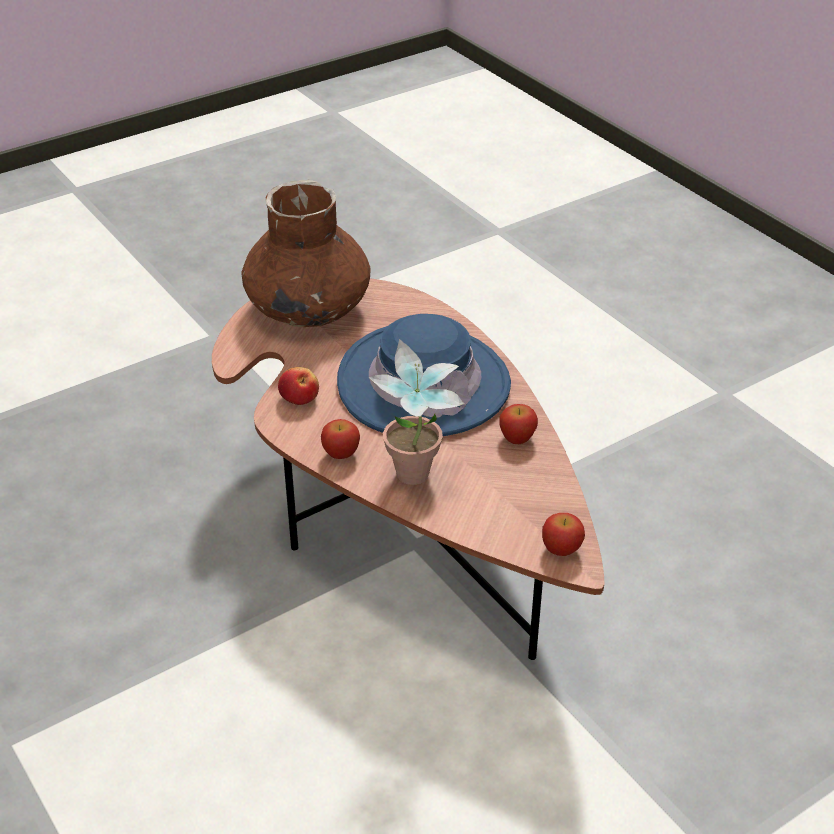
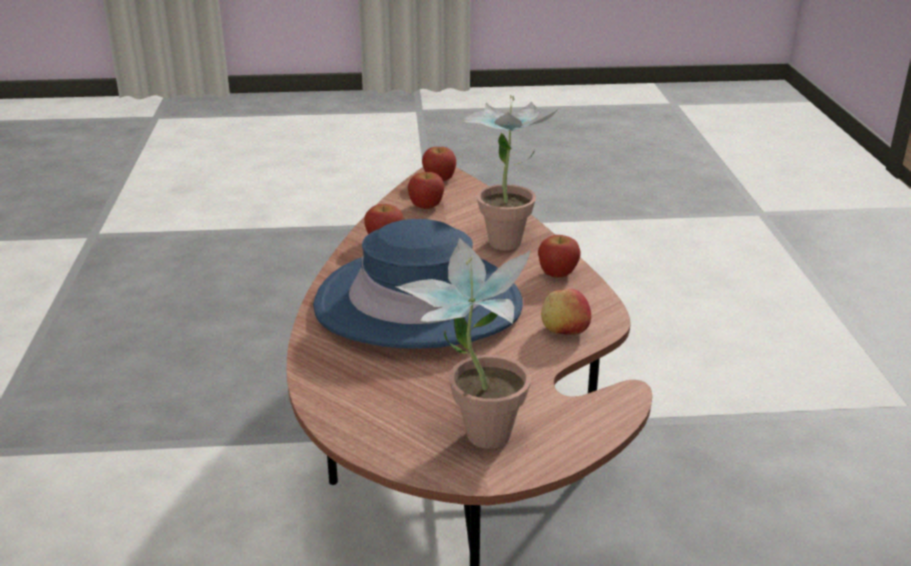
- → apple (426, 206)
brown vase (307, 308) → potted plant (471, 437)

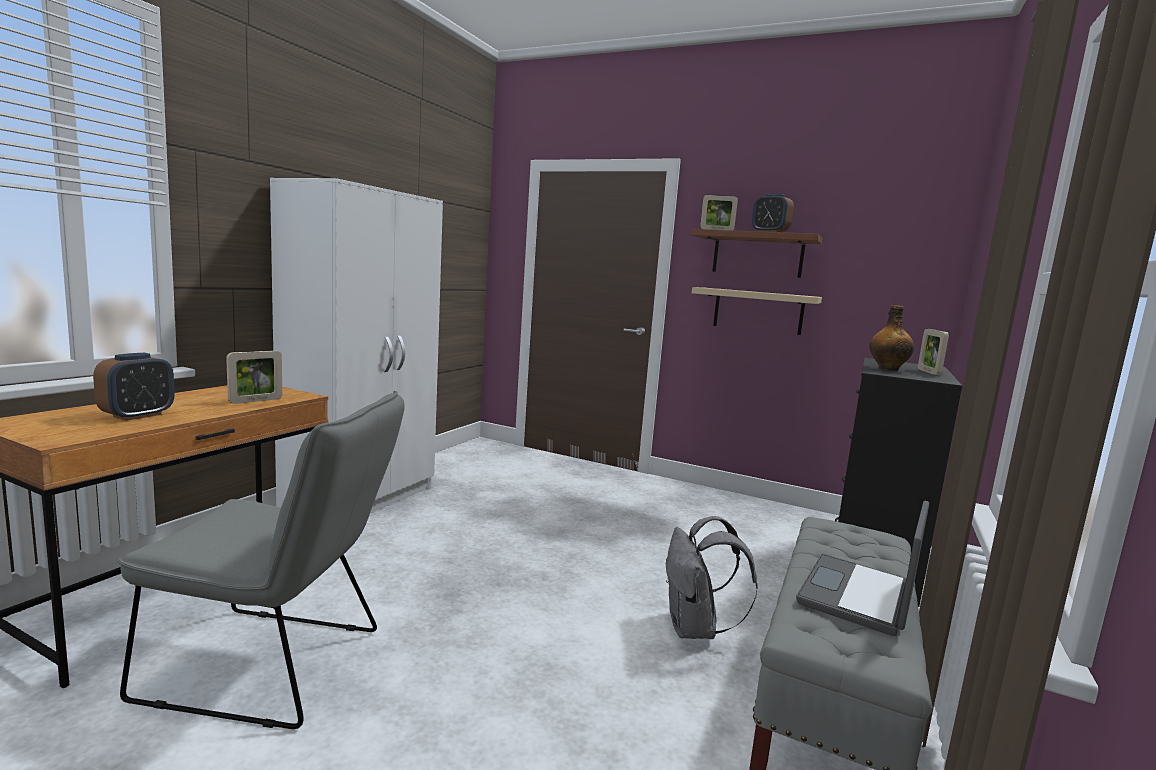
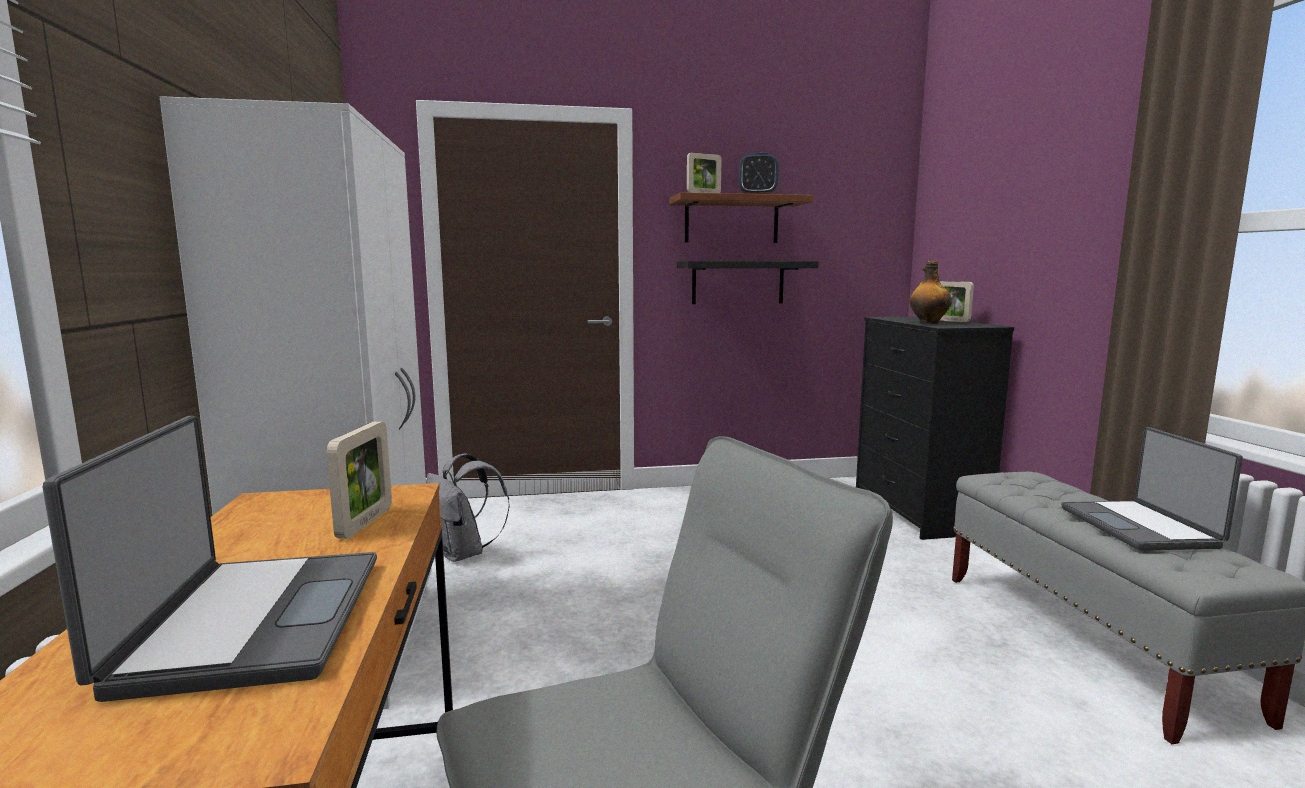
grey backpack (695, 629) → grey backpack (463, 554), moved
alarm clock (137, 415) → laptop (250, 622)
beige shelf (758, 311) → black shelf (738, 282)

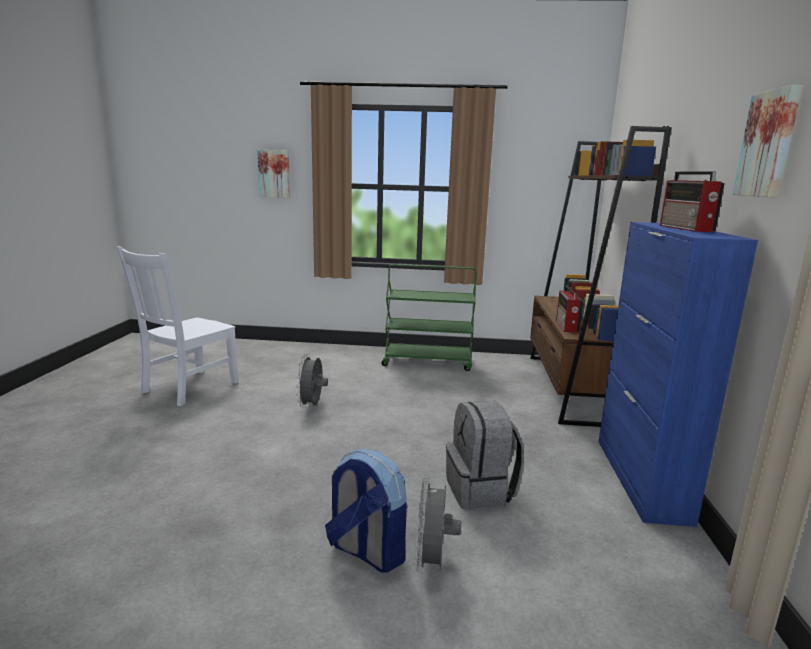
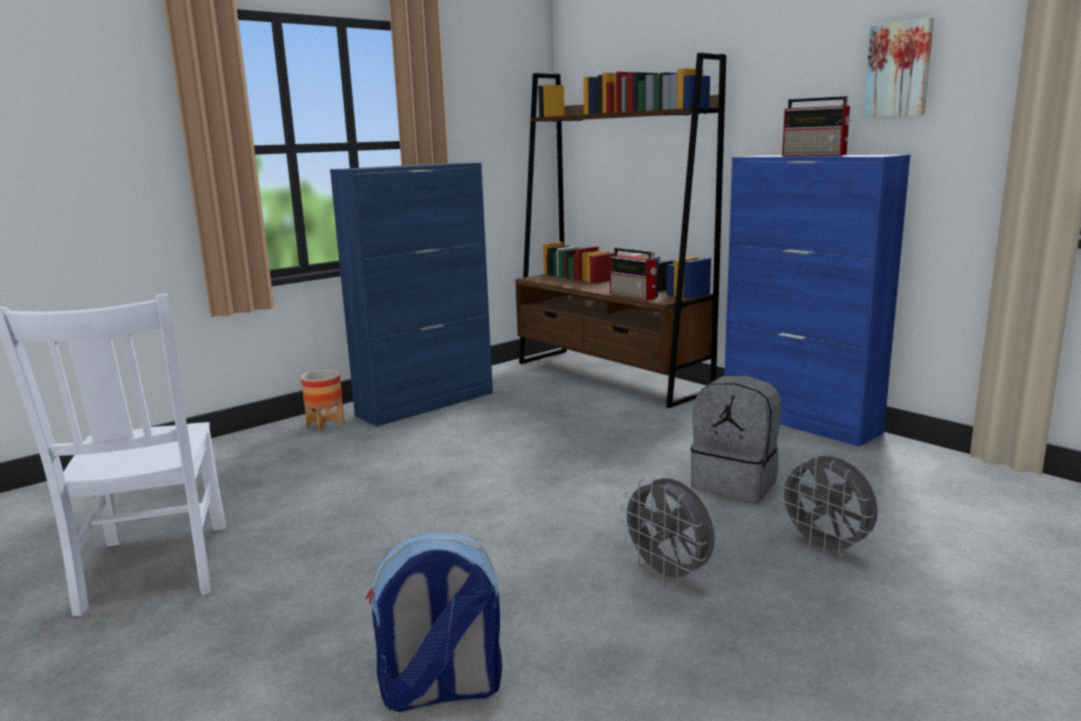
picture (274, 174) → -
- → planter (325, 424)
grey fan (312, 405) → grey fan (669, 575), moved
backpack (366, 551) → backpack (440, 691), moved
green cart (428, 362) → blue cabinet (427, 404)

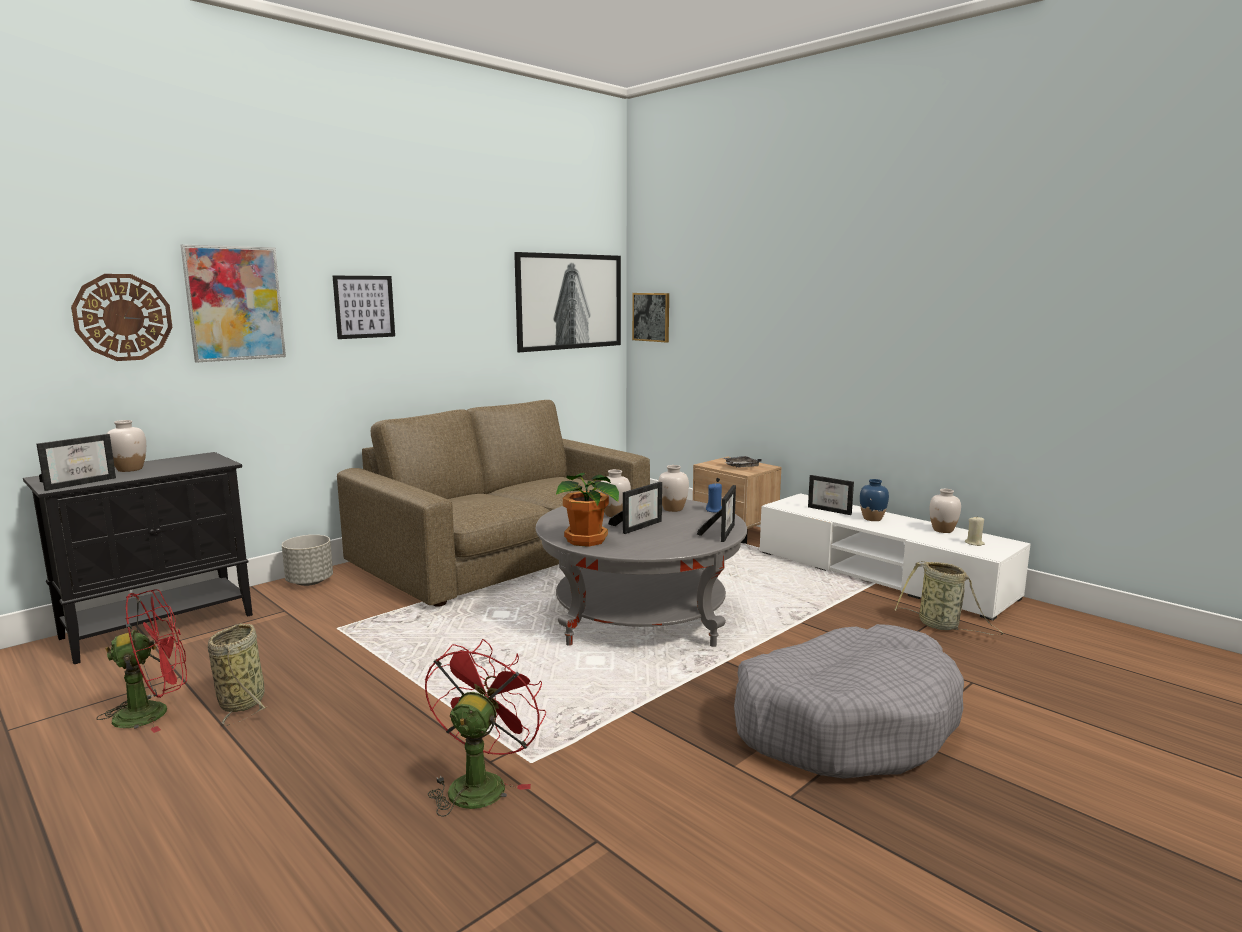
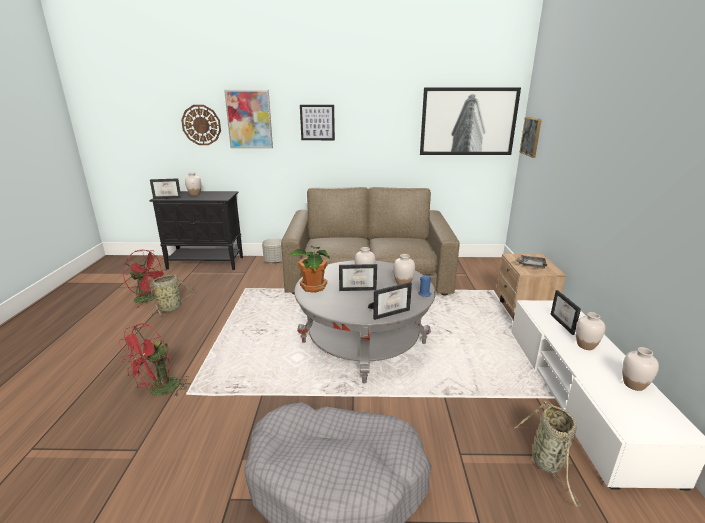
beige candle (974, 543) → -
blue vase (872, 519) → white vase (585, 345)
red fan (480, 783) → red fan (159, 391), 150 degrees clockwise

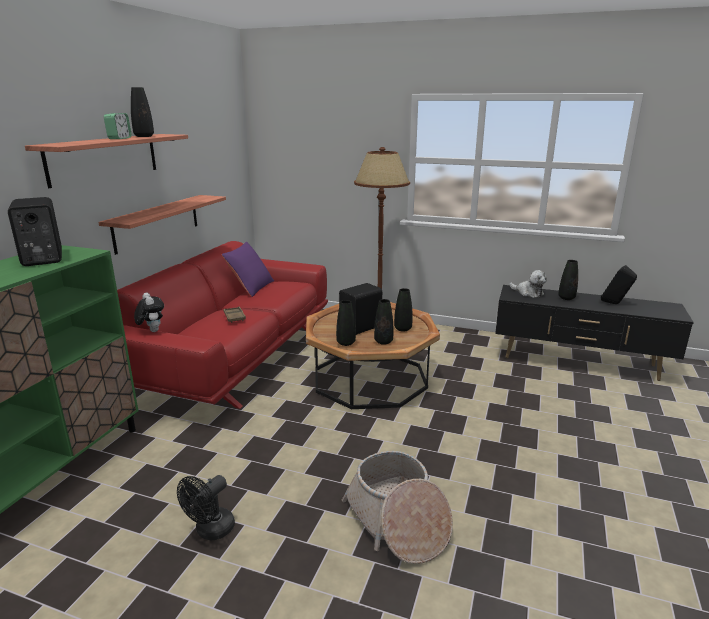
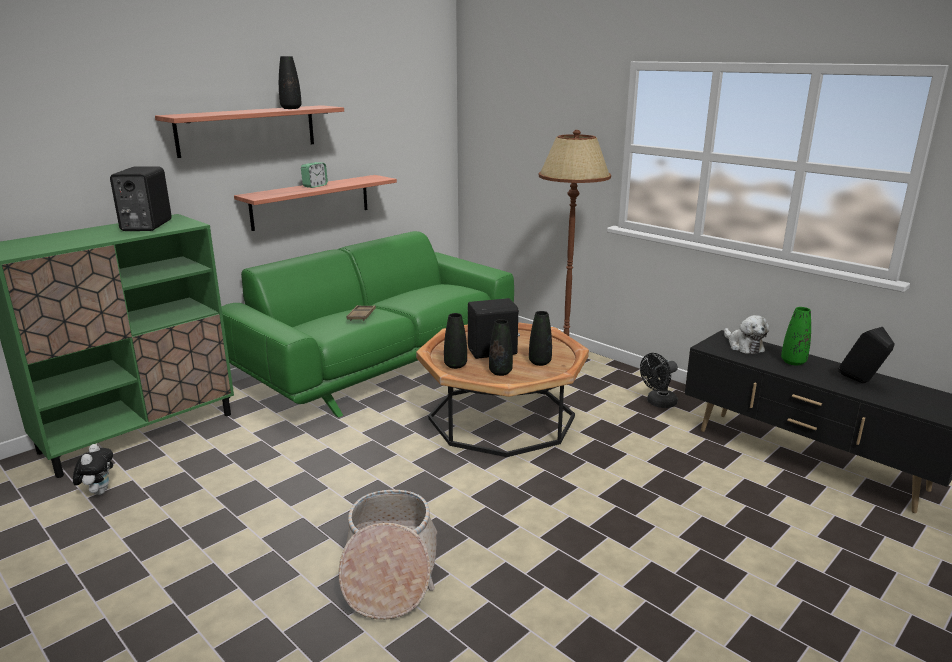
purple pillow (250, 287) → -
alarm clock (119, 138) → alarm clock (315, 186), moved
plush toy (152, 330) → plush toy (99, 491), moved
black fan (210, 531) → black fan (658, 403), moved
red sofa (235, 357) → green sofa (379, 364)
black vase (566, 298) → green vase (793, 362)

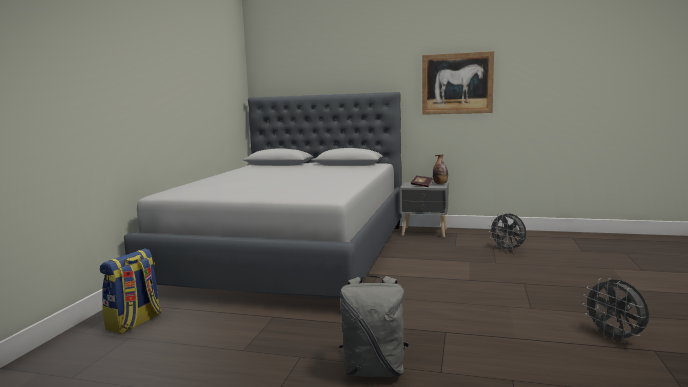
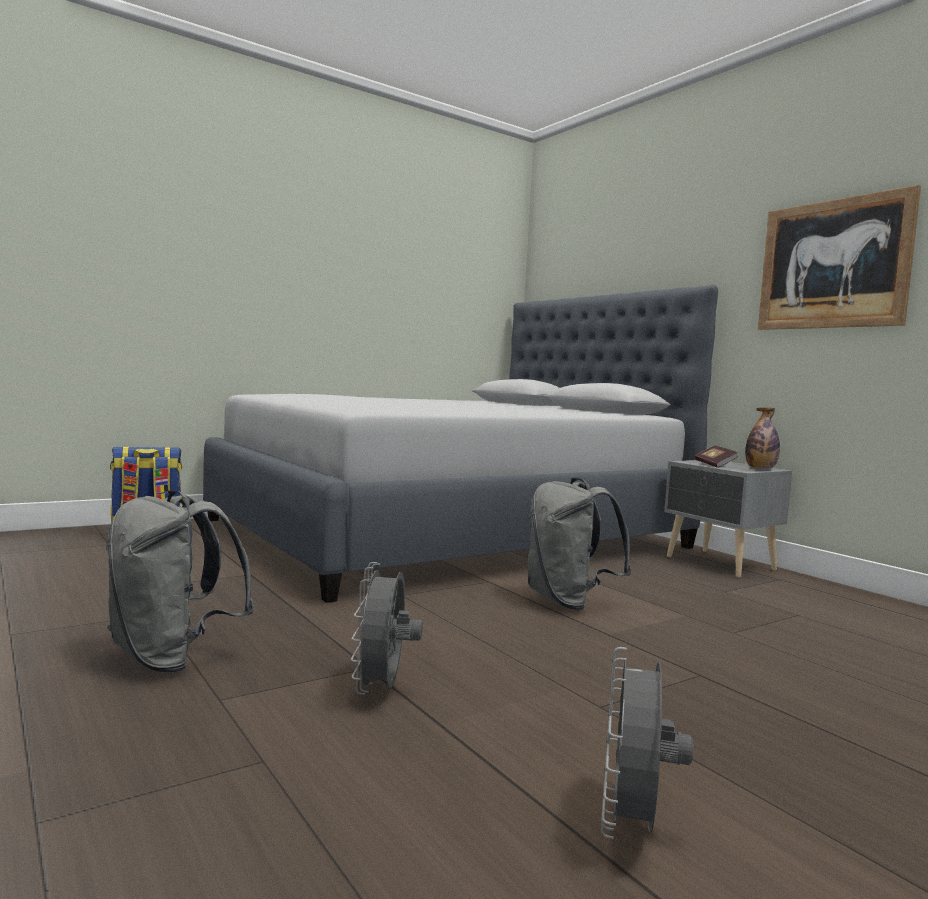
- → grey backpack (568, 602)
grey fan (508, 250) → grey fan (382, 689), moved

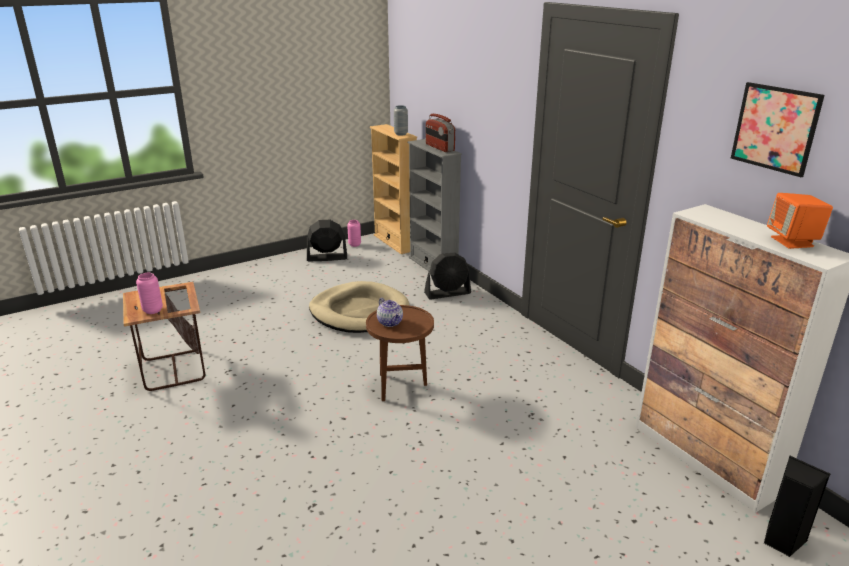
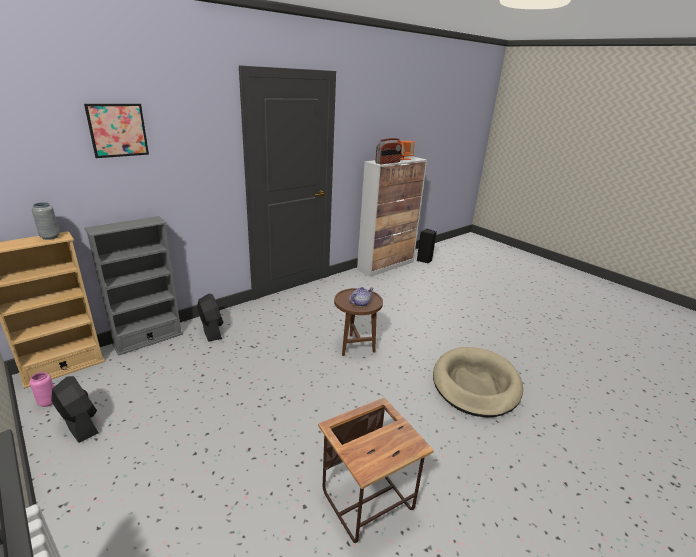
pink vase (153, 310) → -
beige dog bed (359, 312) → beige dog bed (475, 384), moved
radio (439, 147) → radio (388, 162), moved
picture (775, 128) → picture (118, 130), moved
black fan (327, 257) → black fan (80, 423), 150 degrees clockwise

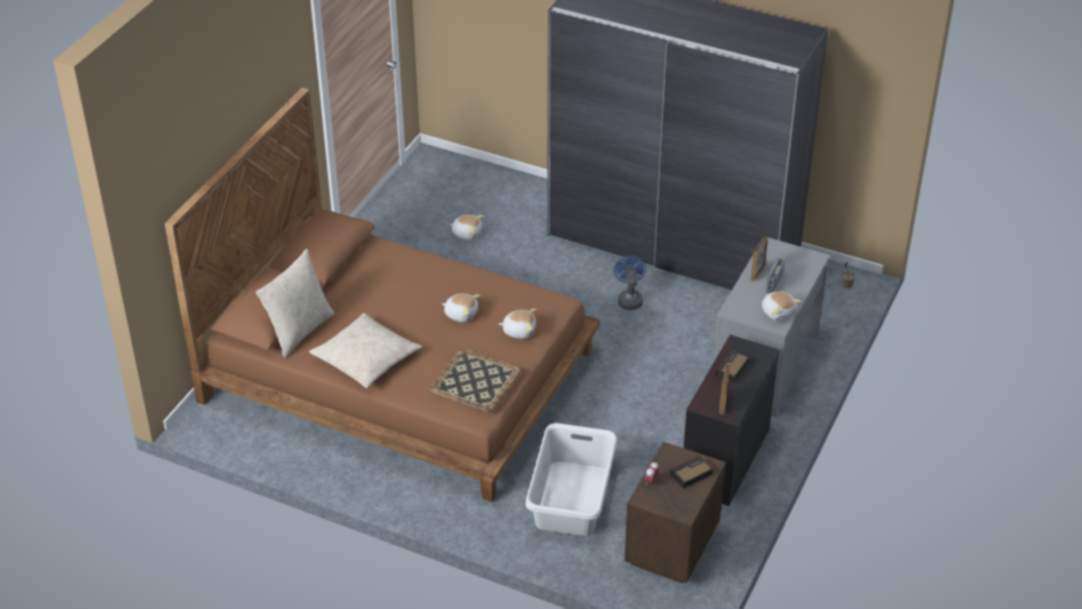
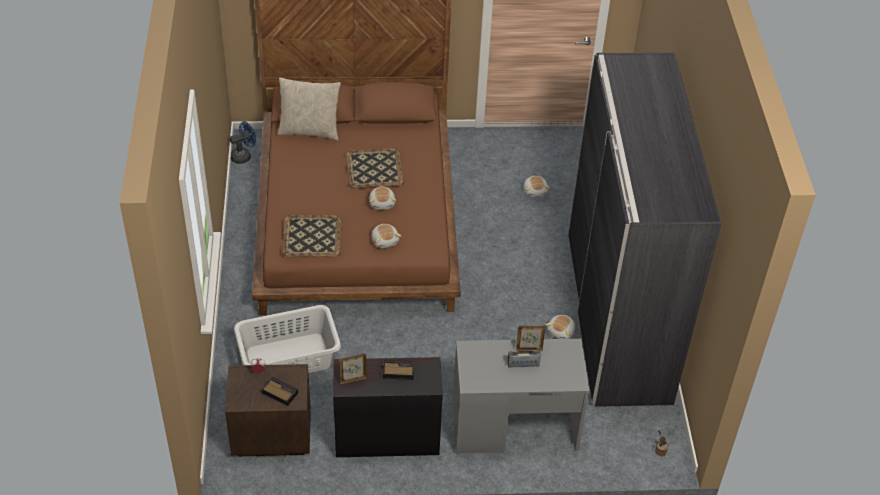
beige pillow (366, 358) → -
- → tray (374, 168)
blue fan (629, 299) → blue fan (243, 156), moved
plush toy (778, 312) → plush toy (561, 332), moved

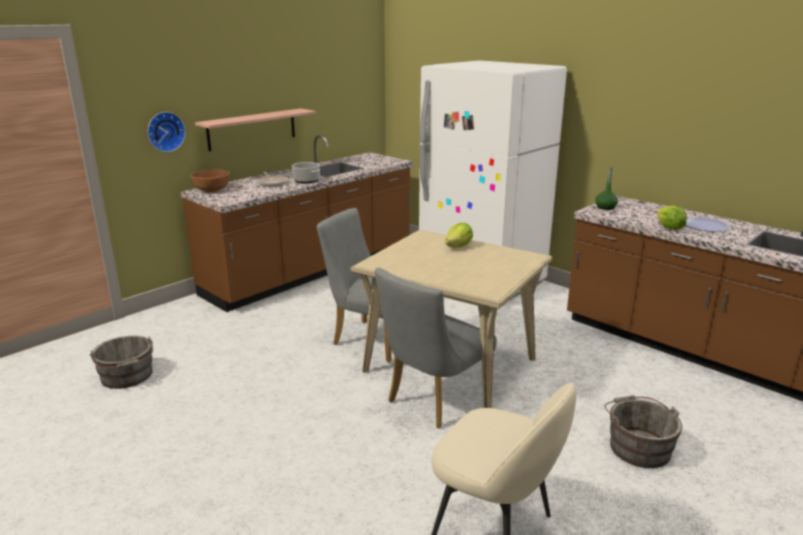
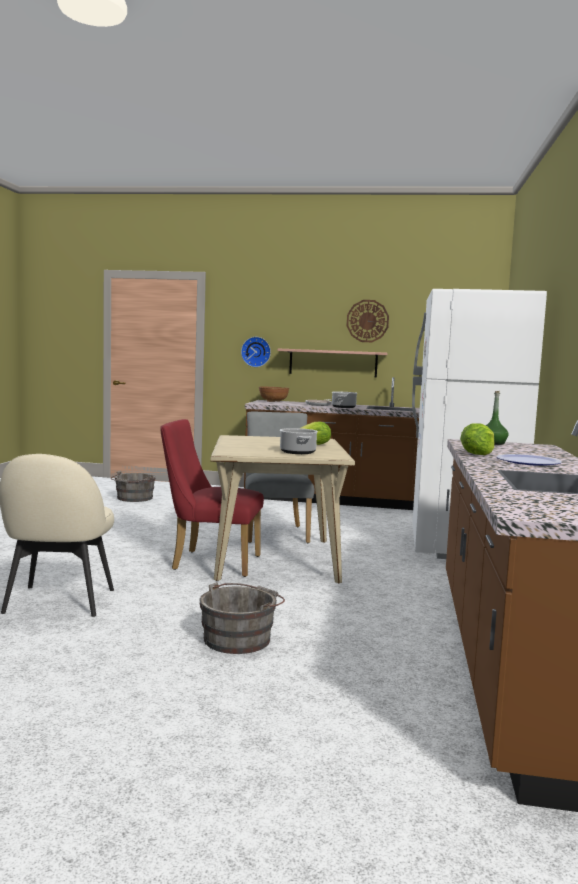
- → cooking pot (297, 452)
- → wall clock (367, 321)
grey chair (433, 401) → red chair (209, 562)

